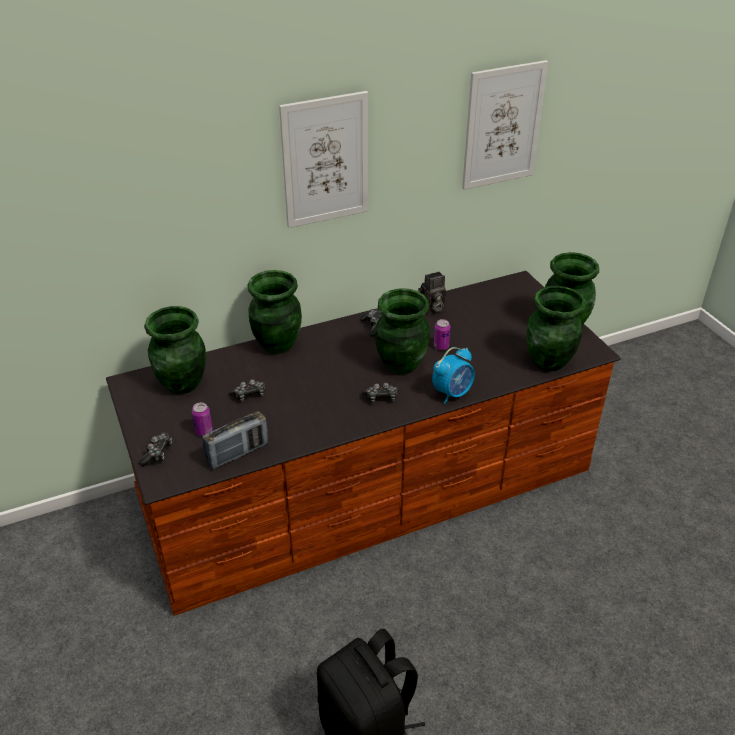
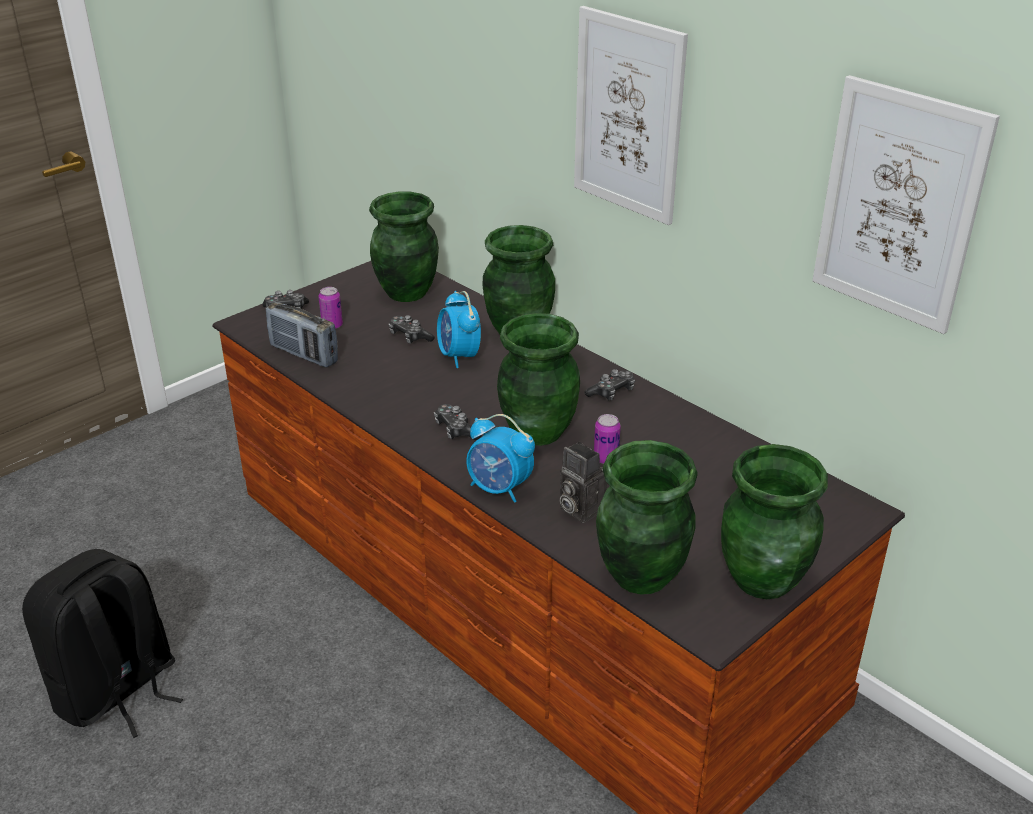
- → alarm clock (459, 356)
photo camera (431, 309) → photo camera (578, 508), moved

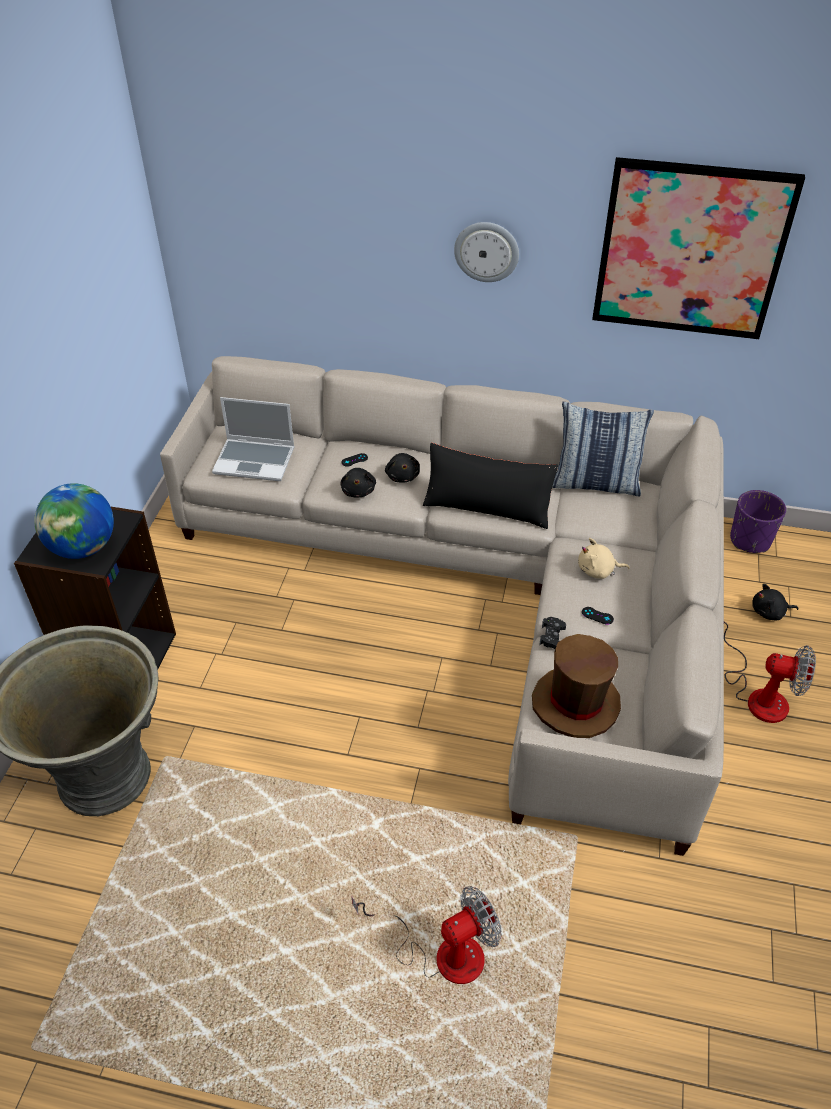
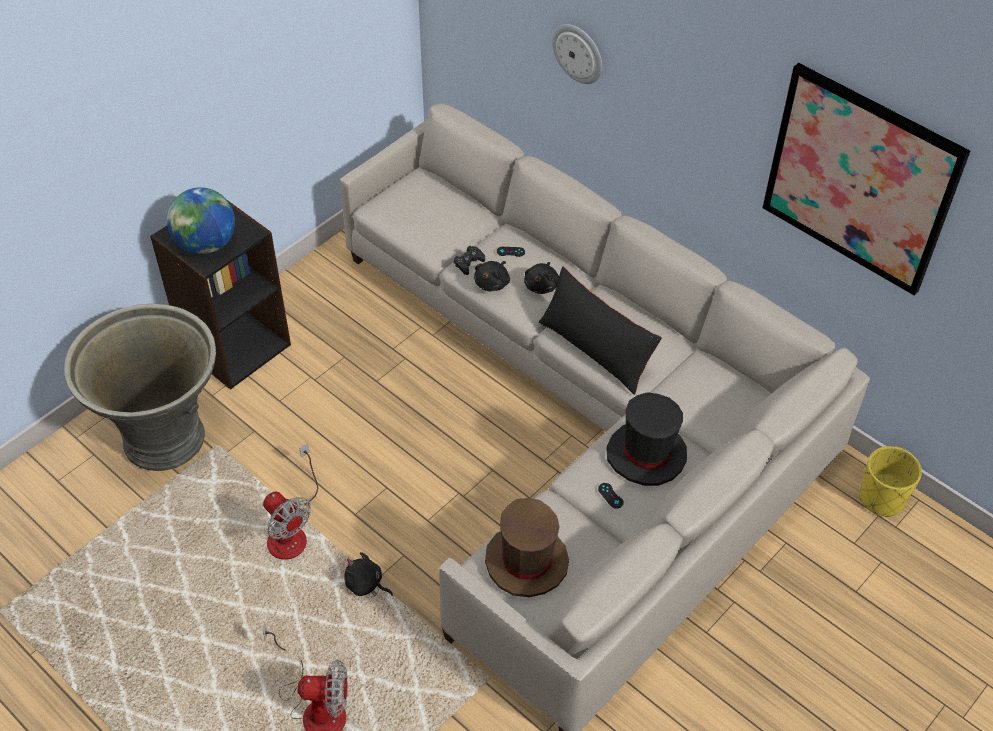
laptop (255, 460) → -
pillow (596, 483) → -
wall clock (486, 251) → wall clock (578, 53), moved
black game controller (552, 637) → black game controller (469, 263), moved
fan (758, 694) → fan (291, 530), moved
black plush toy (769, 612) → black plush toy (366, 584), moved
beige plush toy (598, 570) → black hat (646, 455)
purple planter (750, 540) → yellow planter (882, 498)

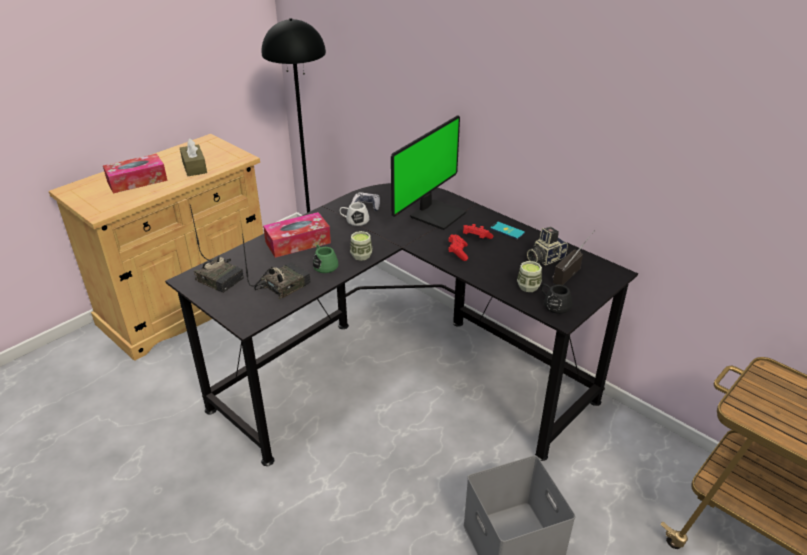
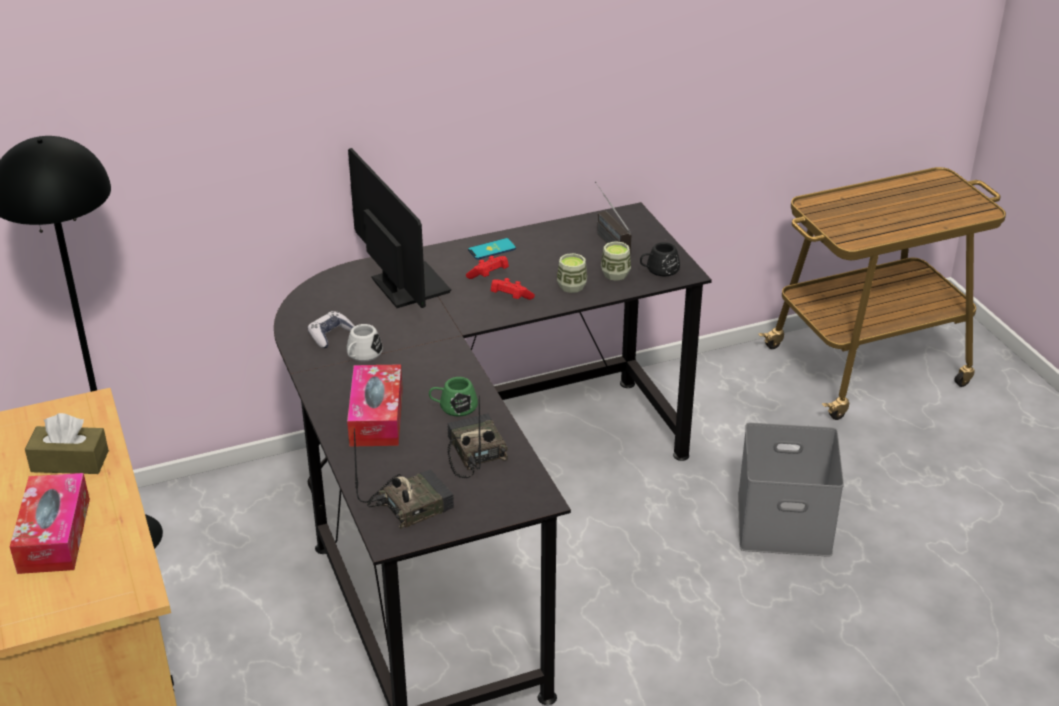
photo camera (544, 258) → -
cup (361, 255) → cup (571, 286), moved

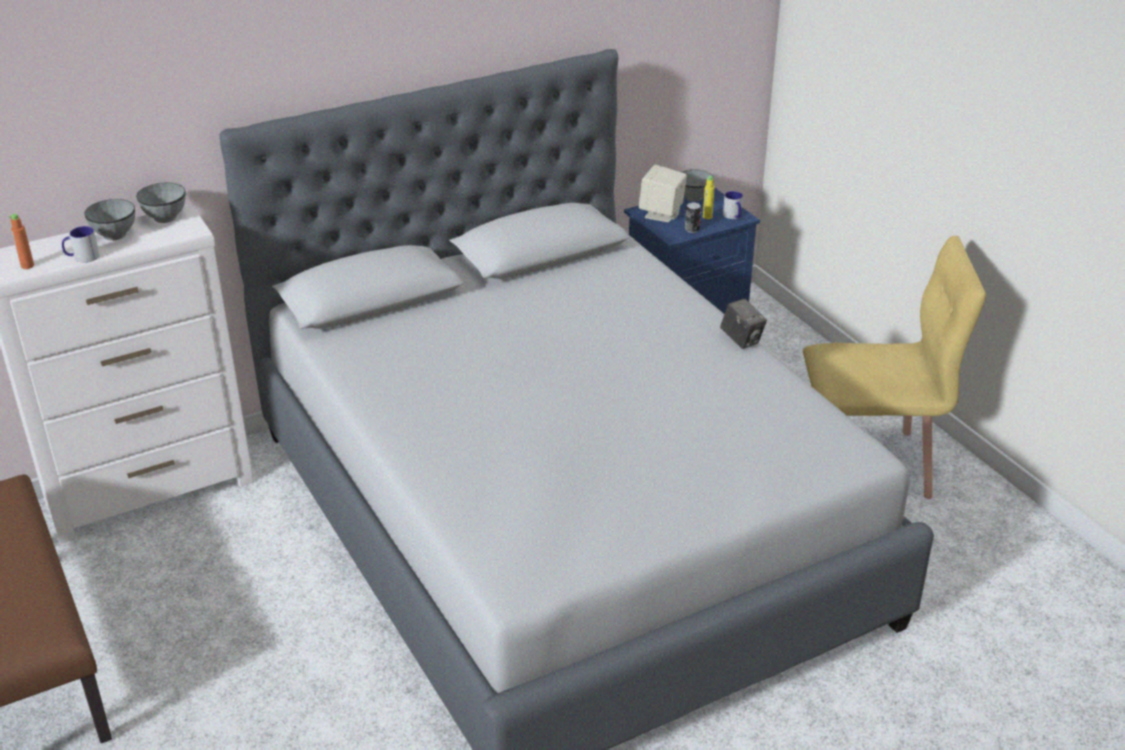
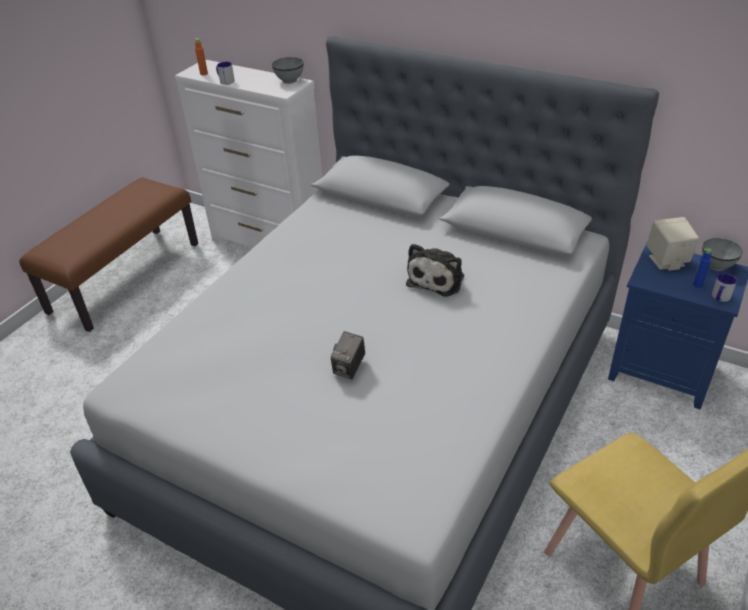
grey bowl (115, 235) → -
can (692, 229) → -
- → plush toy (437, 279)
photo camera (741, 340) → photo camera (349, 368), moved
yellow bottle (707, 217) → blue bottle (697, 285)

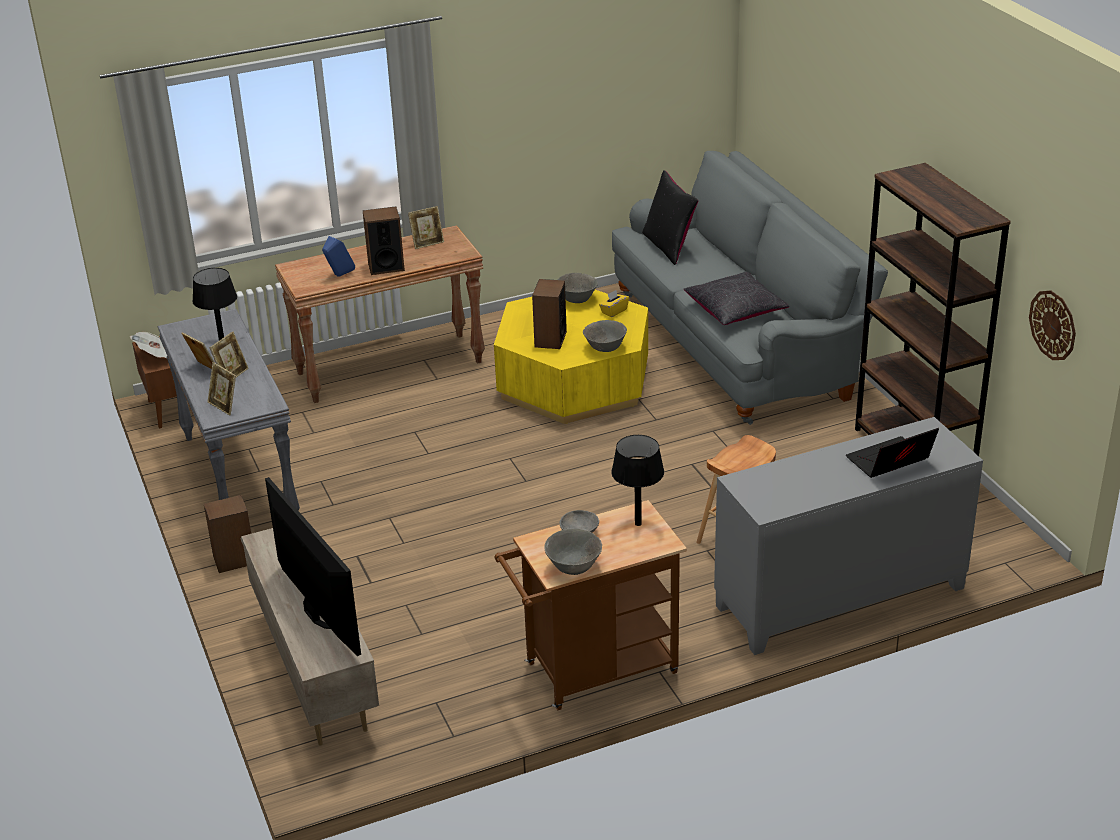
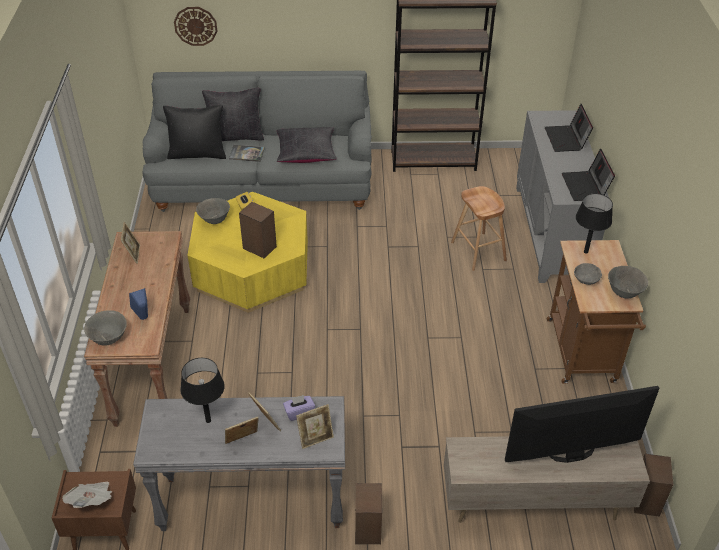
- → black pillow (235, 136)
- → book (247, 154)
- → purple tissue box (299, 412)
- → laptop (585, 187)
speaker (386, 266) → speaker (645, 501), moved
grey bowl (605, 349) → grey bowl (109, 339), moved
wall clock (1053, 325) → wall clock (195, 26), moved

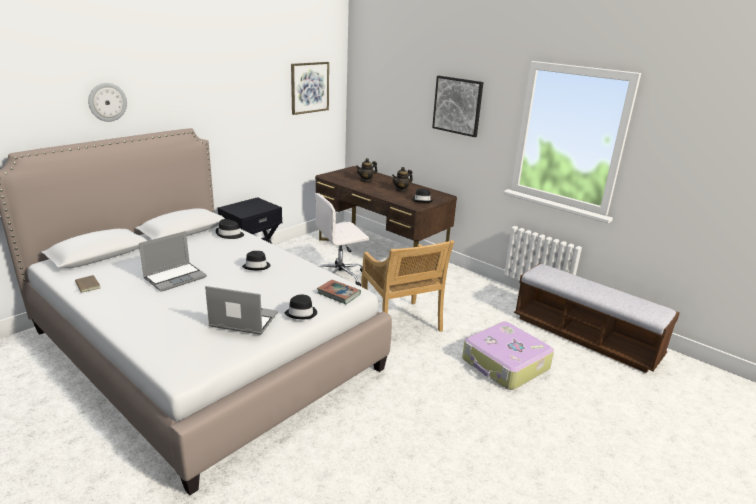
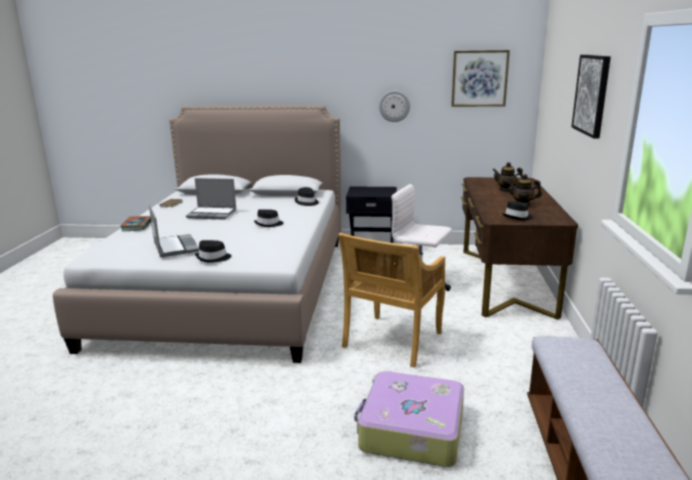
wall clock (107, 102) → wall clock (394, 106), moved
book (338, 294) → book (137, 226), moved

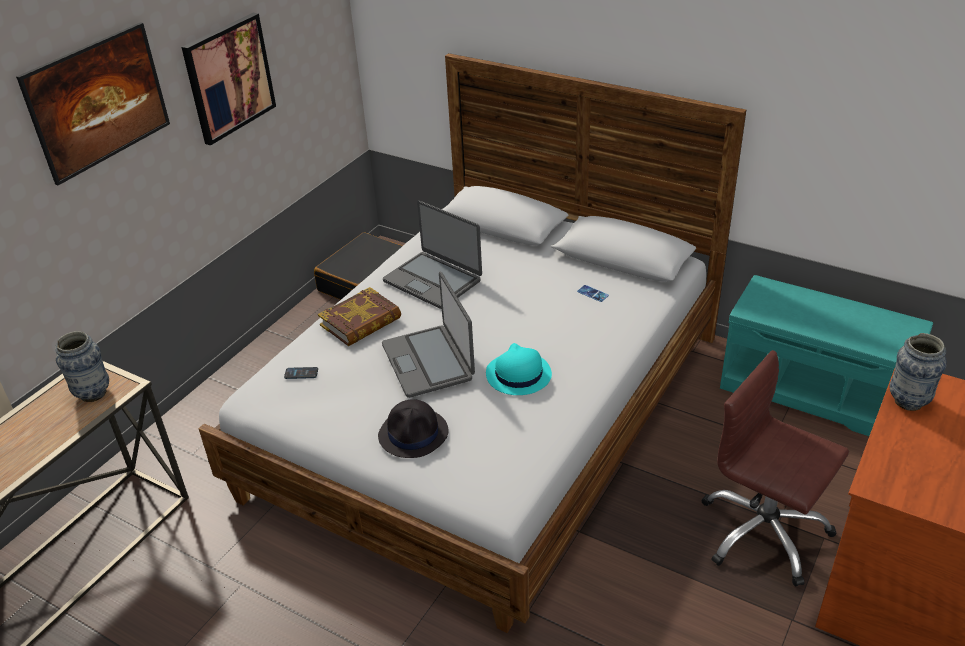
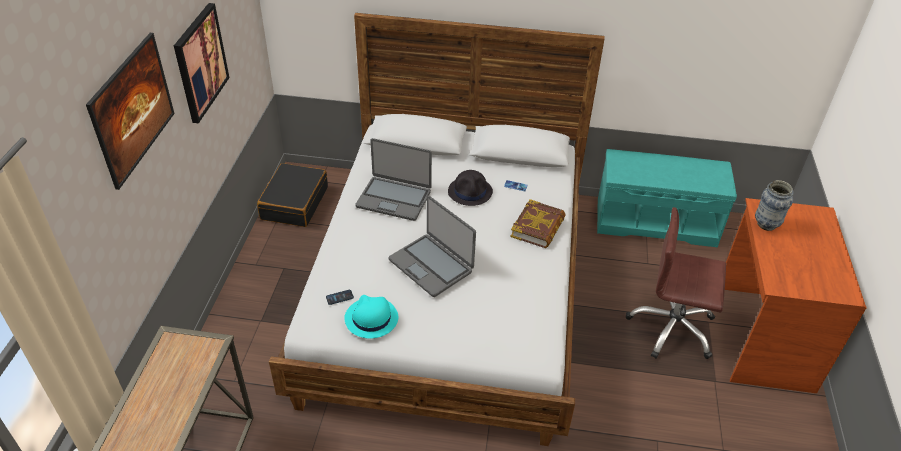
vase (93, 394) → -
book (361, 322) → book (538, 227), moved
black hat (414, 434) → black hat (470, 192), moved
turquoise hat (518, 375) → turquoise hat (371, 318), moved

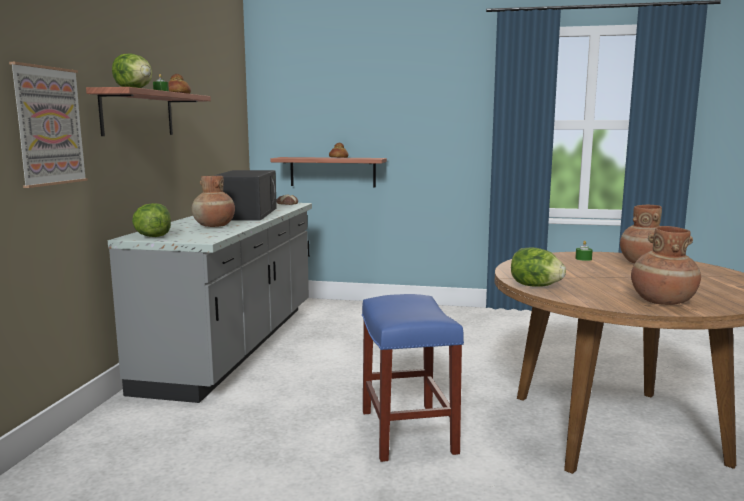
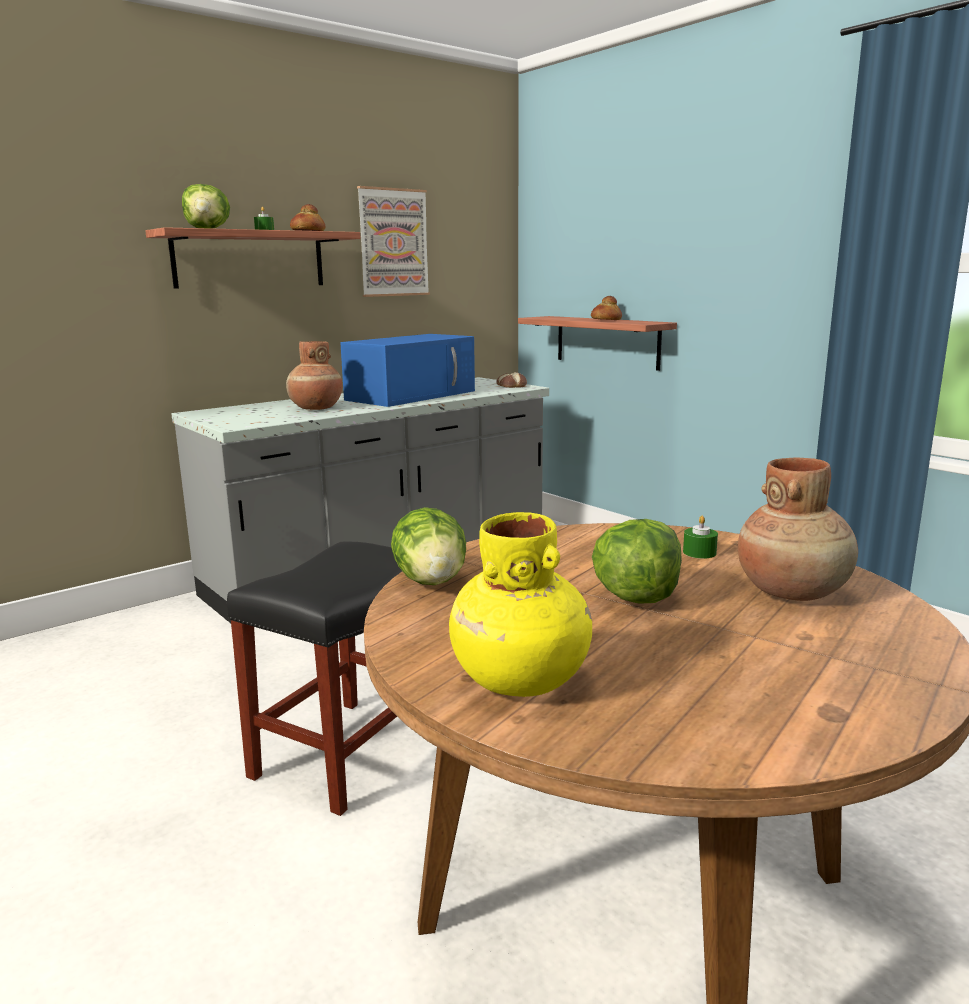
picture (49, 126) → picture (393, 243), moved
lettuce (153, 236) → lettuce (636, 597), moved
black microwave (246, 213) → blue microwave (412, 395)
blue stool (407, 431) → black stool (346, 751)
brown vase (661, 301) → yellow vase (520, 679)

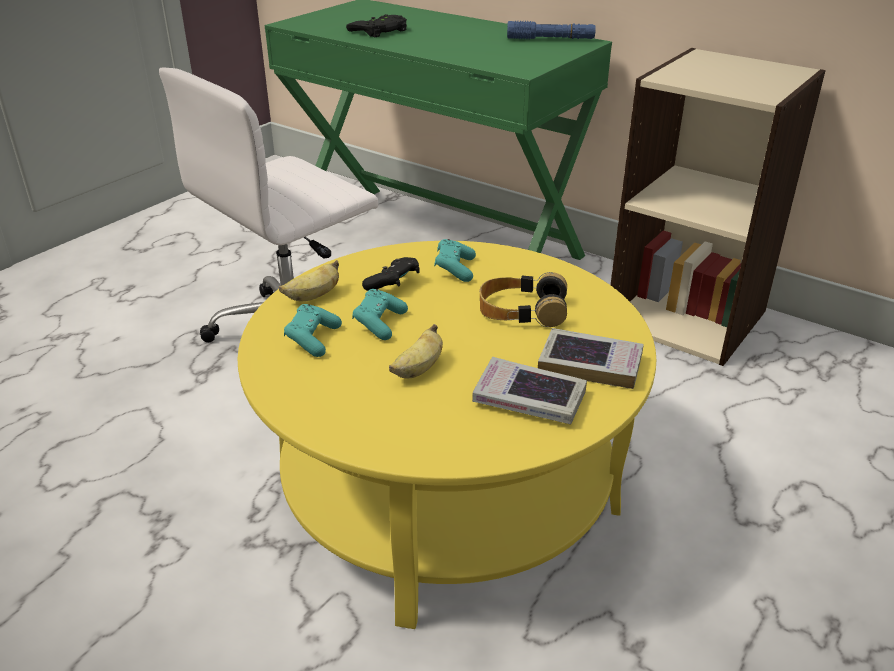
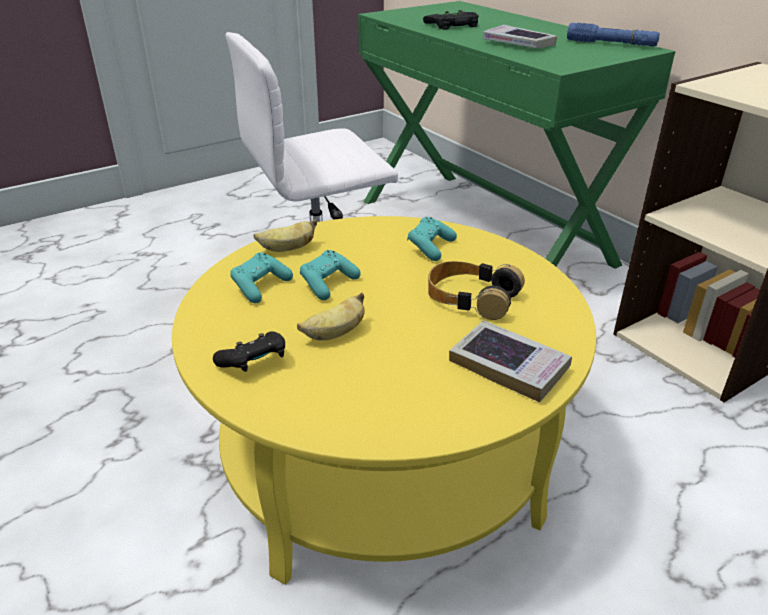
black game controller (393, 284) → black game controller (254, 363), moved
book (529, 399) → book (518, 44), moved

